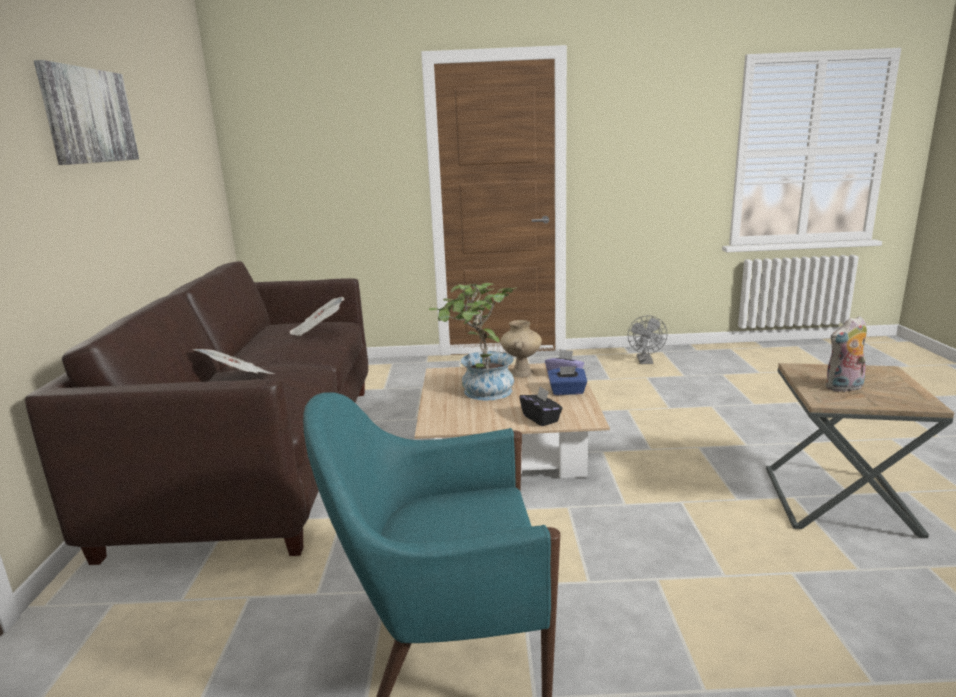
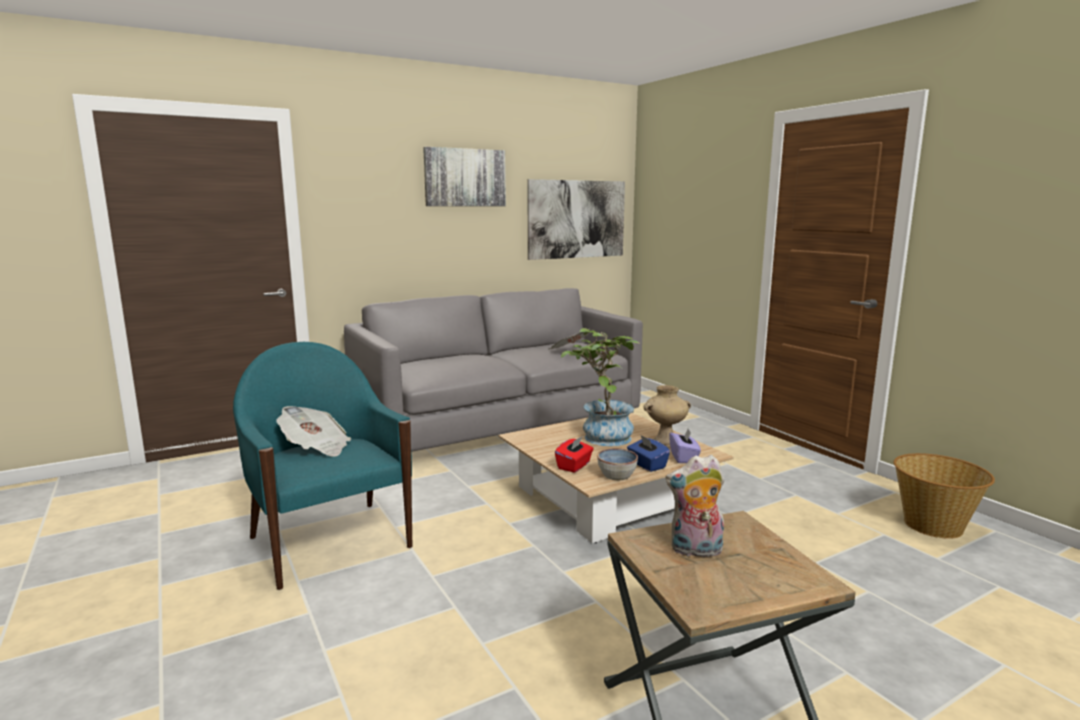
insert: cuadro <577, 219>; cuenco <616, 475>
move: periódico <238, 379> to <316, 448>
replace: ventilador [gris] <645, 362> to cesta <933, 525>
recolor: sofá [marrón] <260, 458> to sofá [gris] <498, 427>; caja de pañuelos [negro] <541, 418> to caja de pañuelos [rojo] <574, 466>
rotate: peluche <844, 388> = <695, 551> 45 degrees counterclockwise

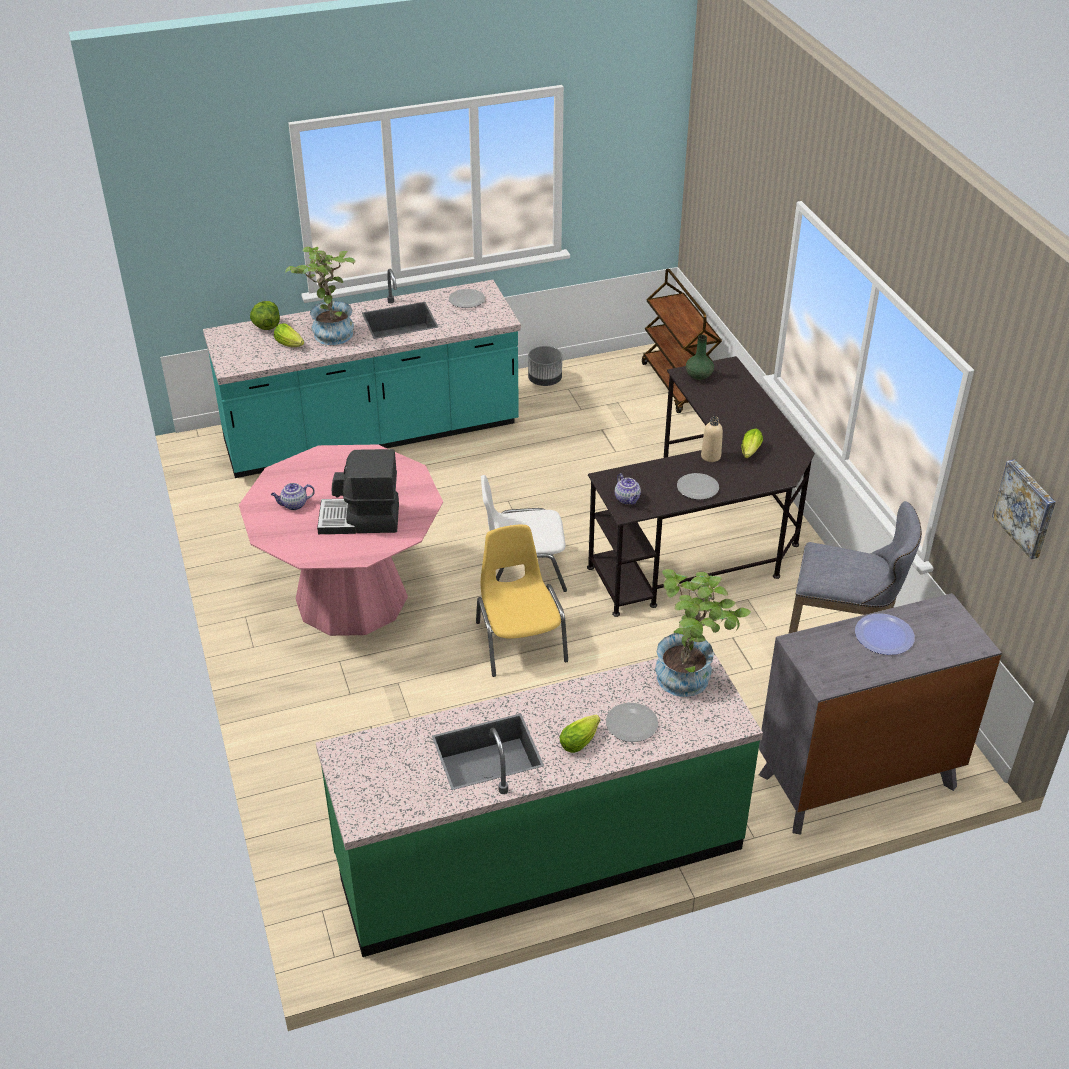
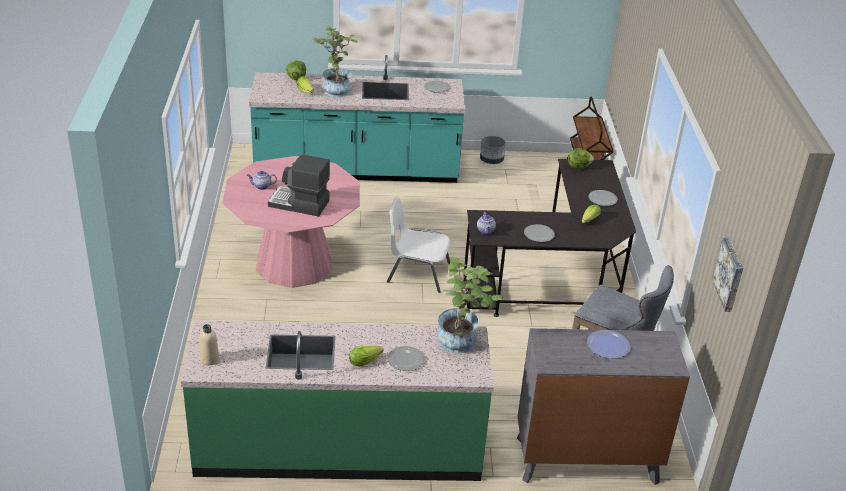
delete: silla [amarillo] <520, 641>
insert: plato <603, 199>
move: botella [beis] <710, 456> to <209, 359>
replace: florero [verde] <698, 375> to lechuga <578, 166>

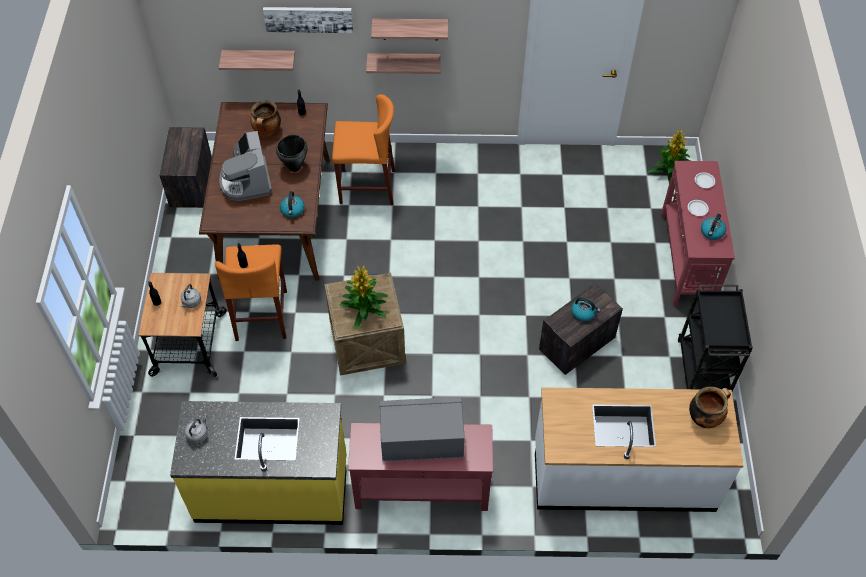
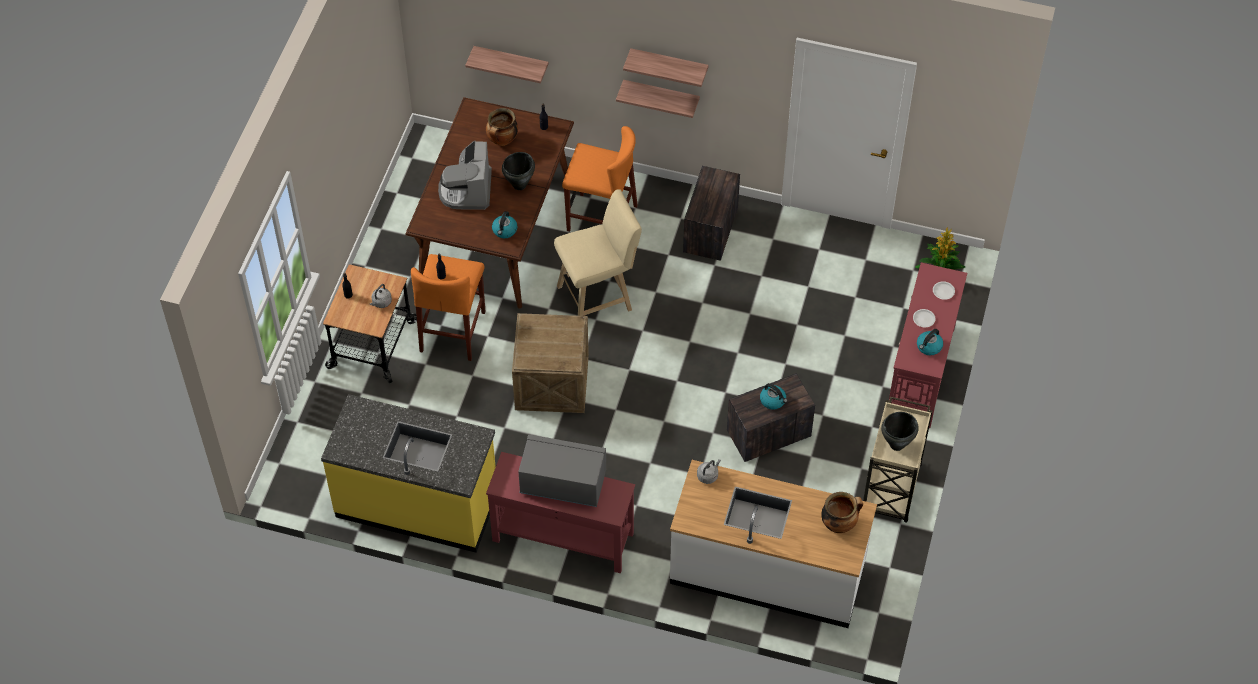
delete: cuadro <308, 18>; planta en maceta <364, 308>
insert: taburete [beis] <598, 297>; olla [negro] <897, 445>
move: caja de embalaje <191, 184> to <710, 230>; hervidor [gris] <198, 434> to <708, 475>
recolor: carrito [negro] <703, 370> to carrito [beis] <891, 490>

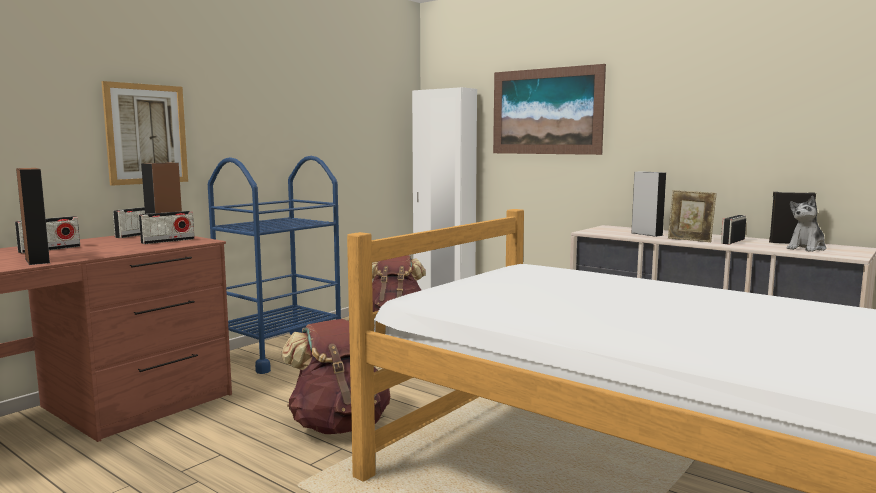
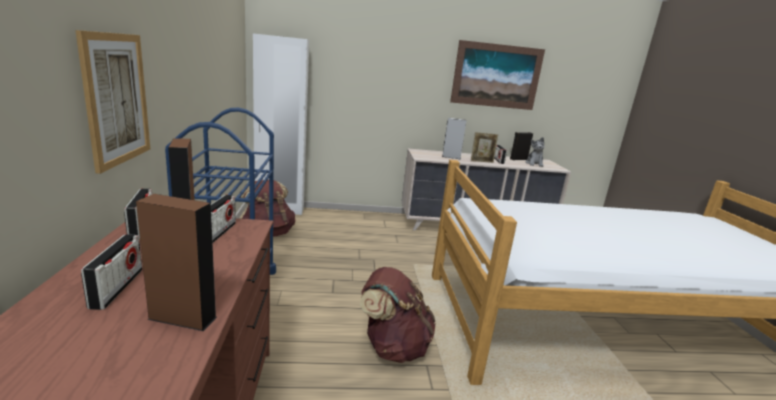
move: cuadro <546, 111> to <496, 76>

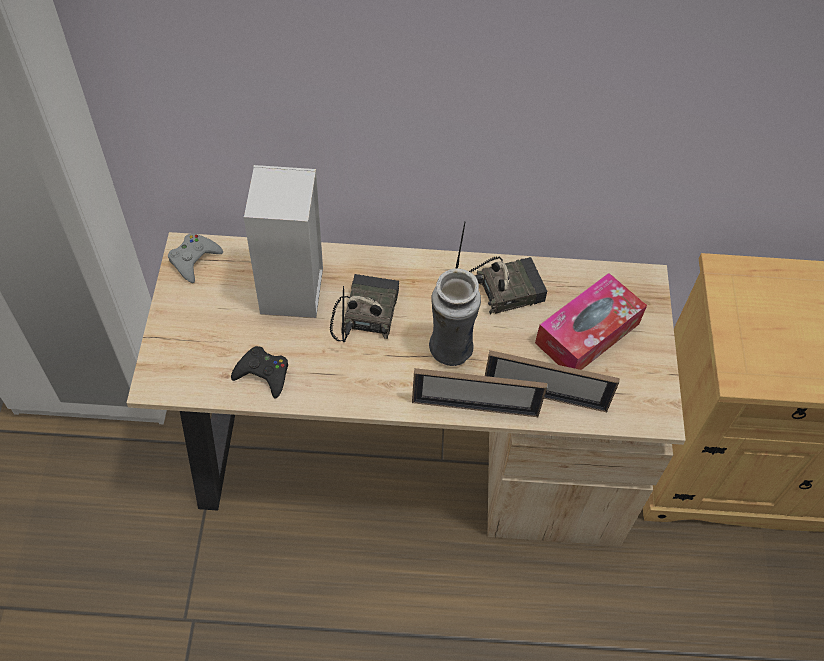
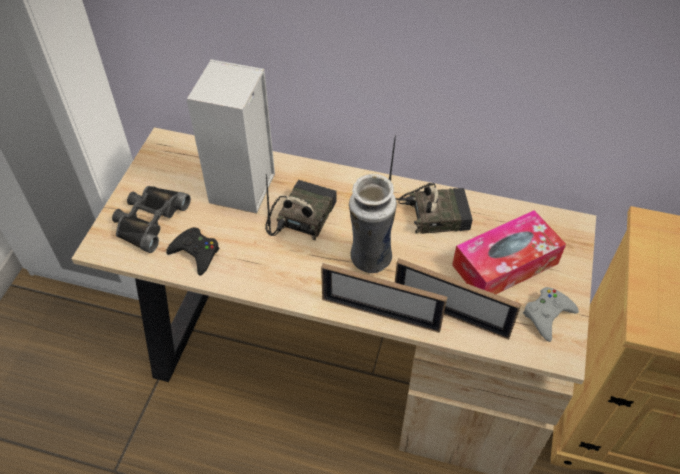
insert: prismáticos [negro] <149, 220>
move: mando de consola [gris] <194, 260> to <547, 315>

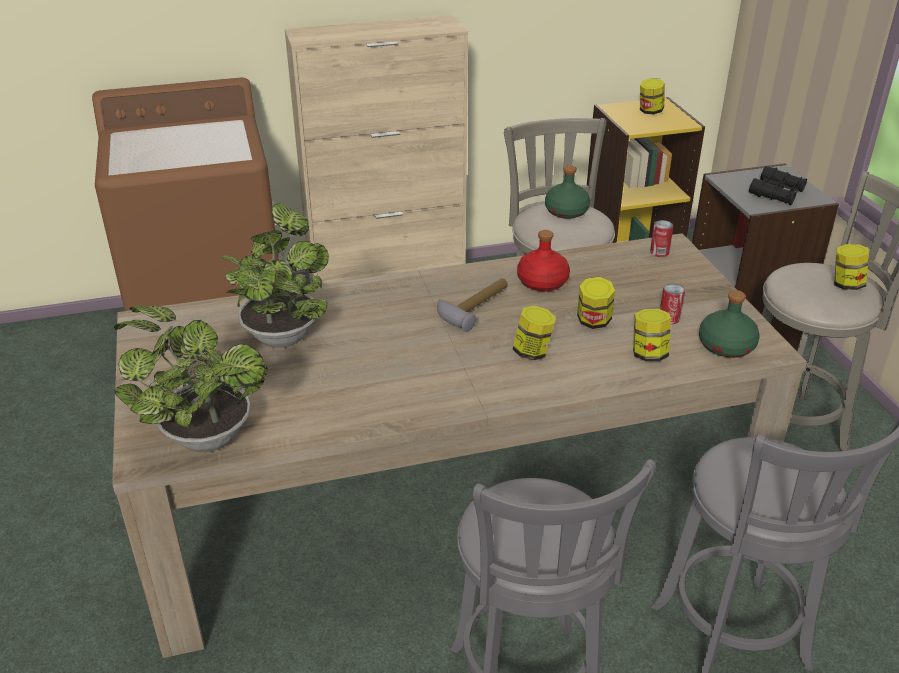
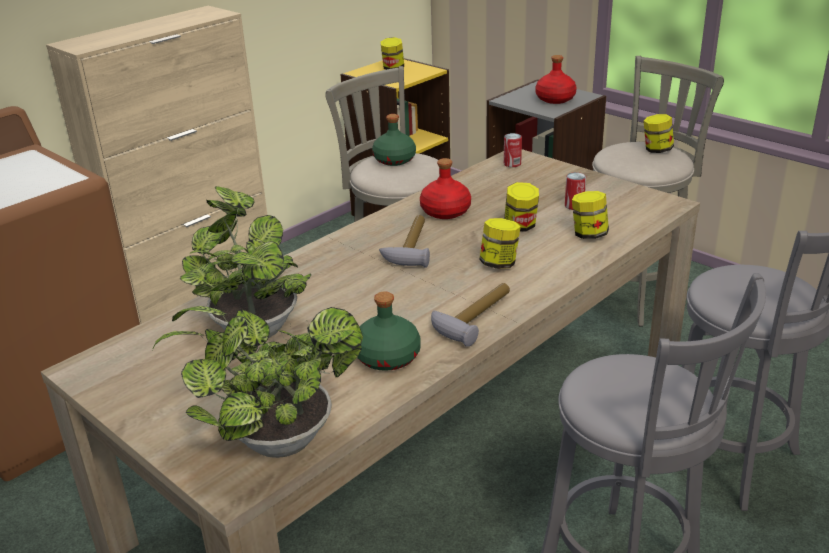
insert: martillo <473, 317>
move: botella [verde] <726, 346> to <388, 357>
replace: prismáticos [negro] <776, 193> to botella [rojo] <555, 99>

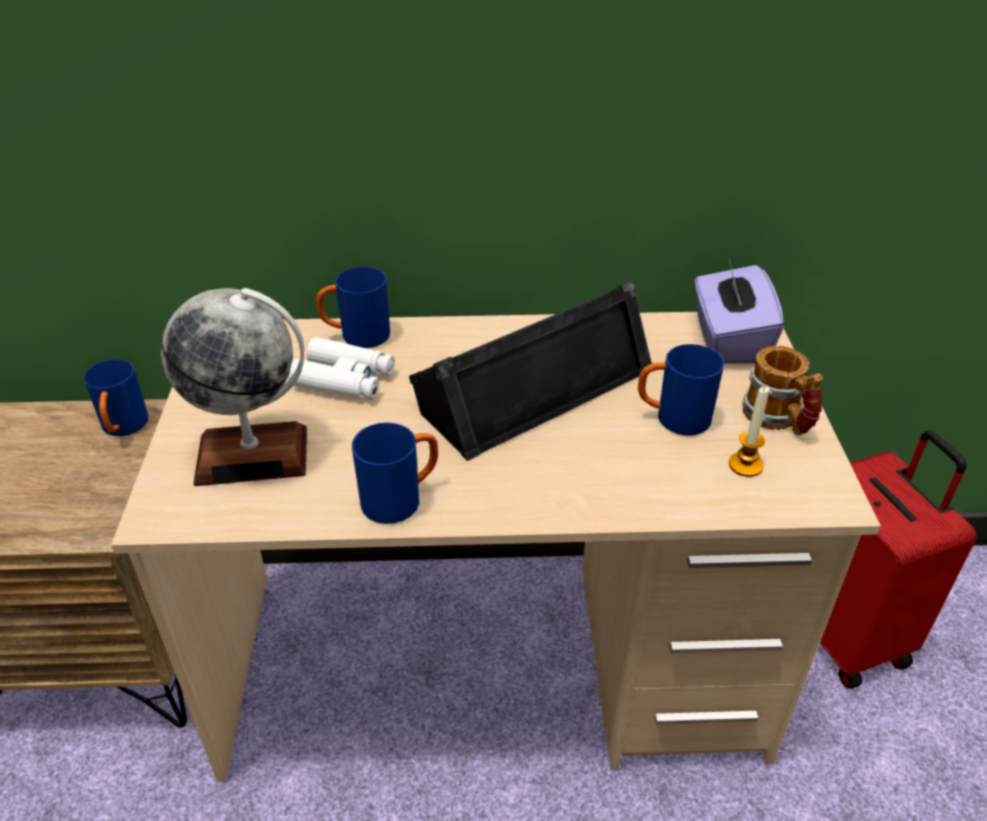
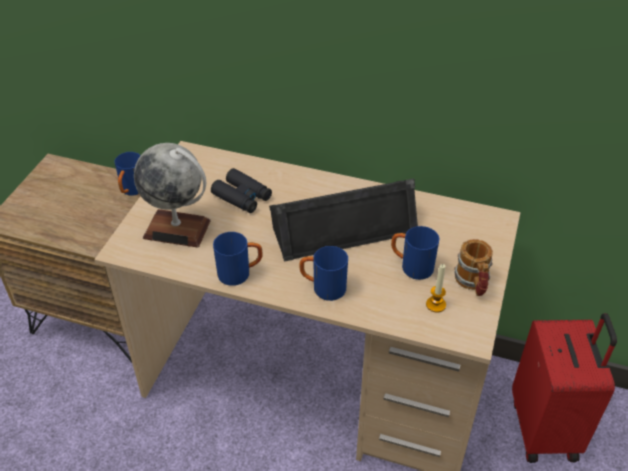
delete: caja de pañuelos [morado] <728, 340>
move: taza grande [azul] <356, 336> to <323, 288>
recolor: prismáticos [blanco] <344, 380> to prismáticos [negro] <242, 196>

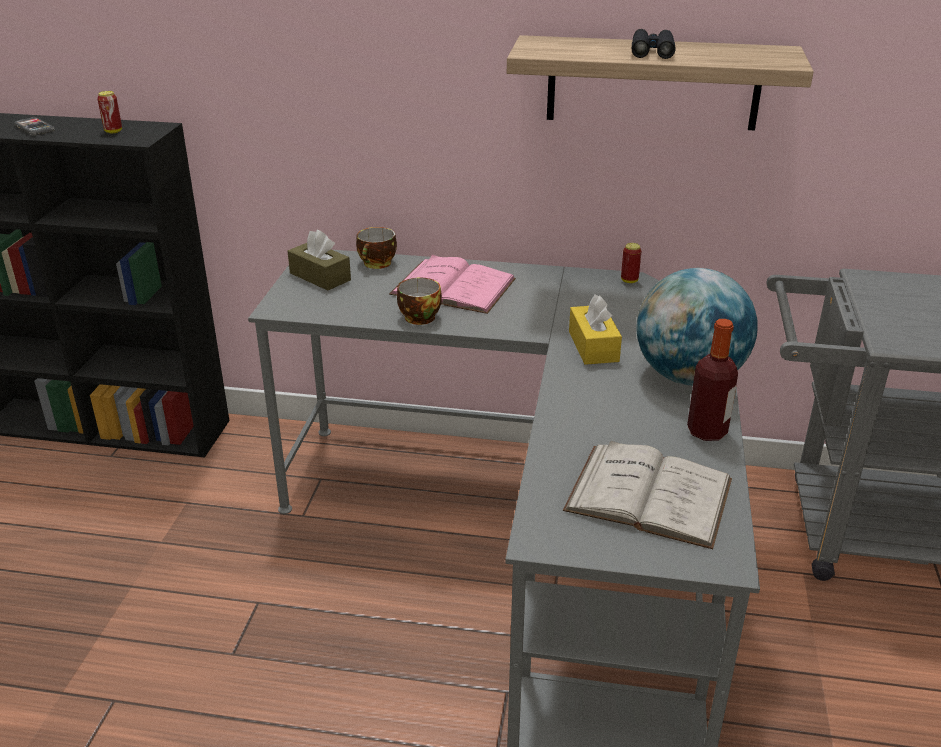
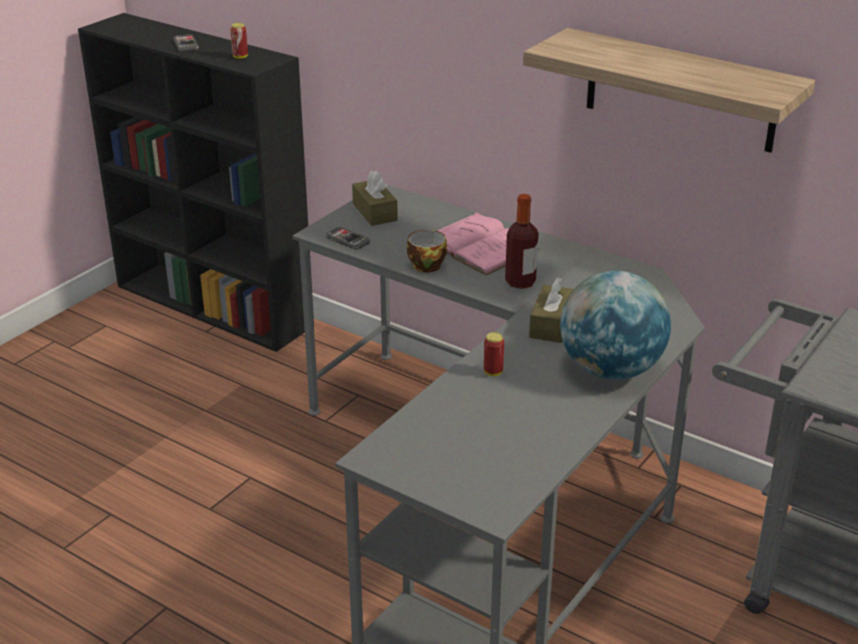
delete: prismáticos [negro] <652, 51>; taza <377, 264>; libro [blanco] <649, 495>
insert: móvil <348, 240>
move: lata <629, 280> to <493, 372>; botella <707, 431> to <520, 282>
recolor: caja de pañuelos [amarillo] <593, 346> to caja de pañuelos [marrón] <551, 324>

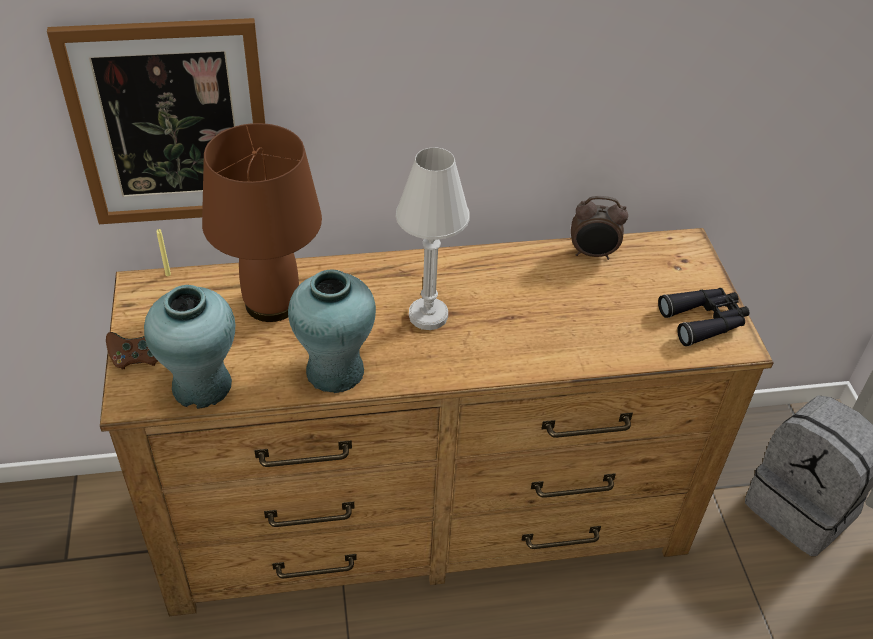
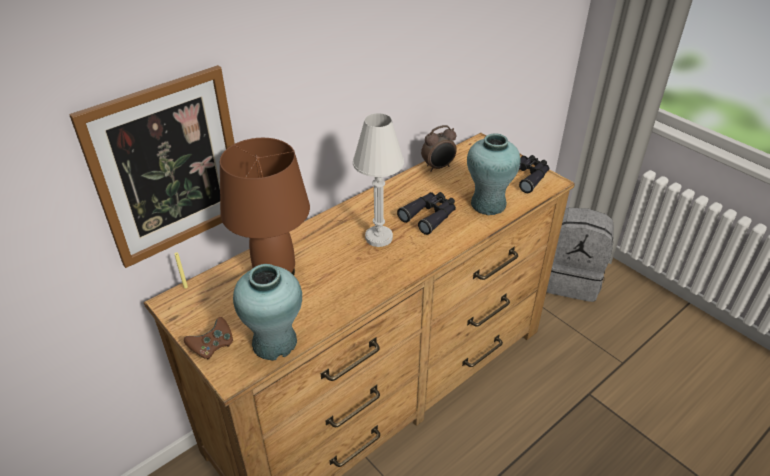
insert: prismáticos [negro] <430, 216>
move: florero [turquesa] <334, 371> to <488, 204>

